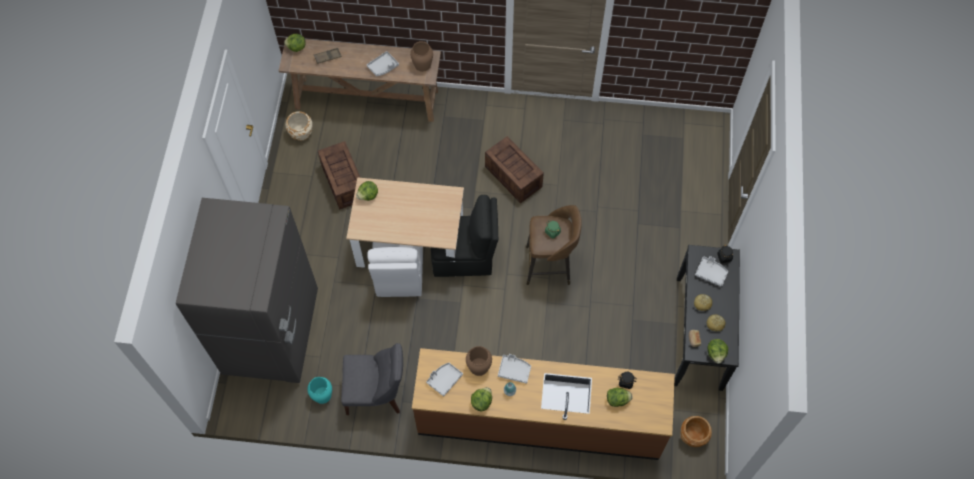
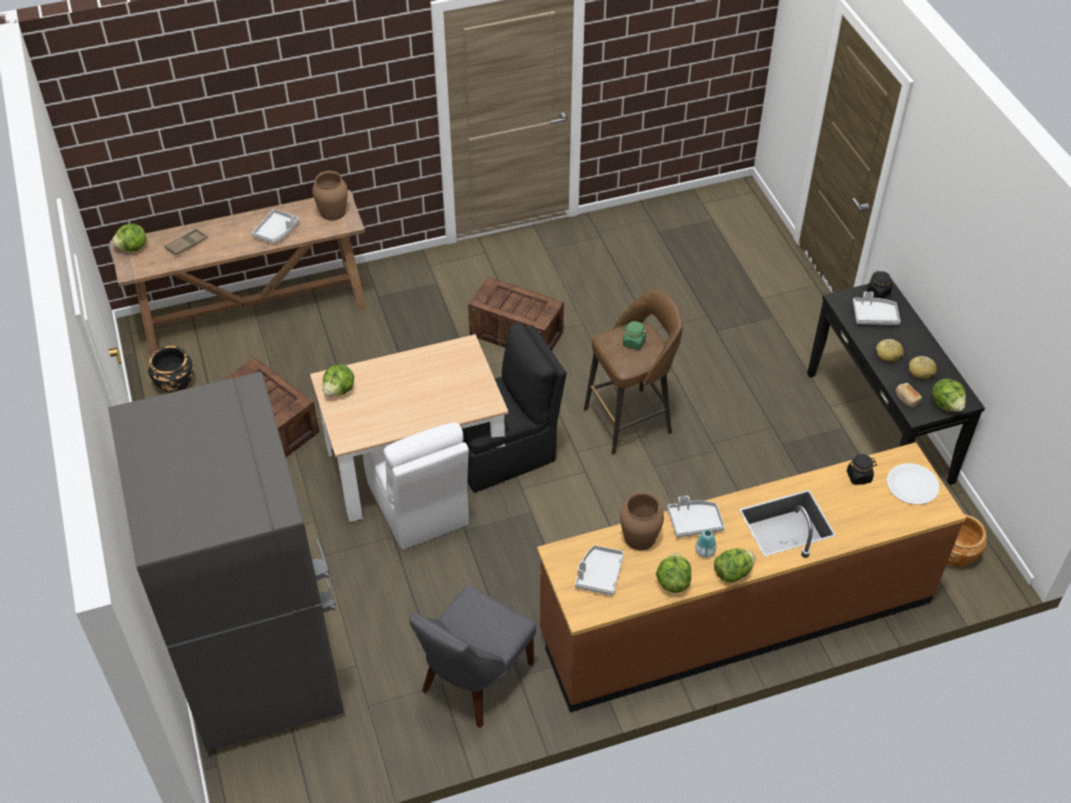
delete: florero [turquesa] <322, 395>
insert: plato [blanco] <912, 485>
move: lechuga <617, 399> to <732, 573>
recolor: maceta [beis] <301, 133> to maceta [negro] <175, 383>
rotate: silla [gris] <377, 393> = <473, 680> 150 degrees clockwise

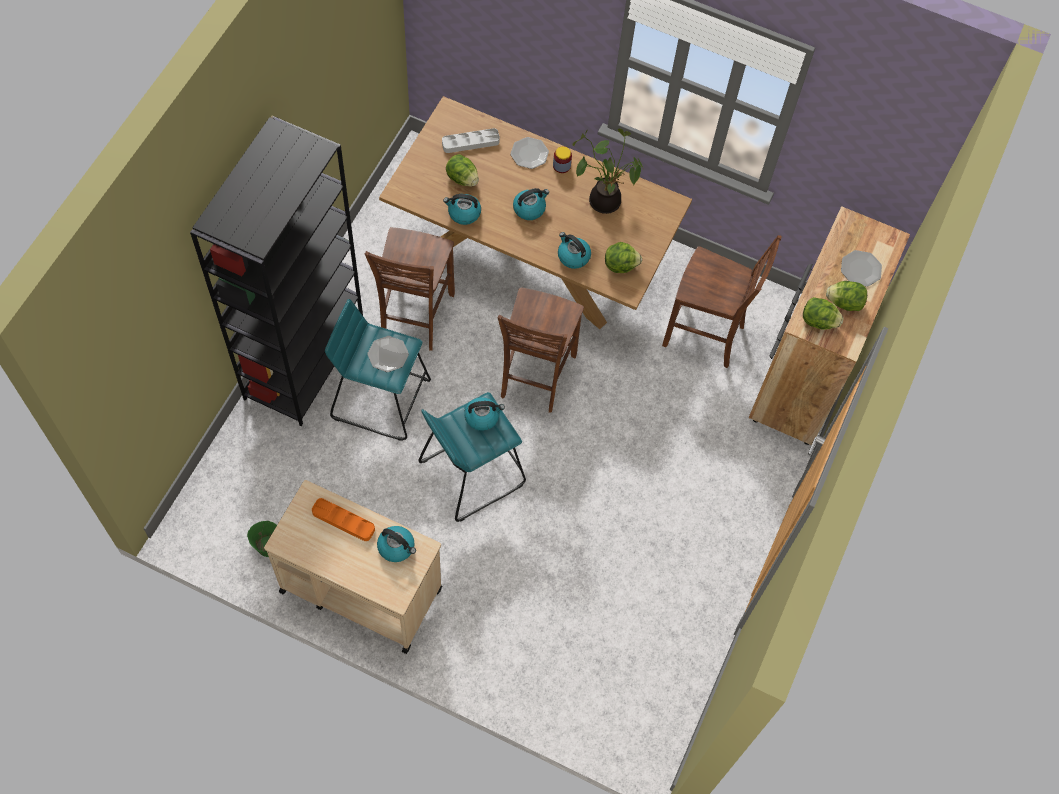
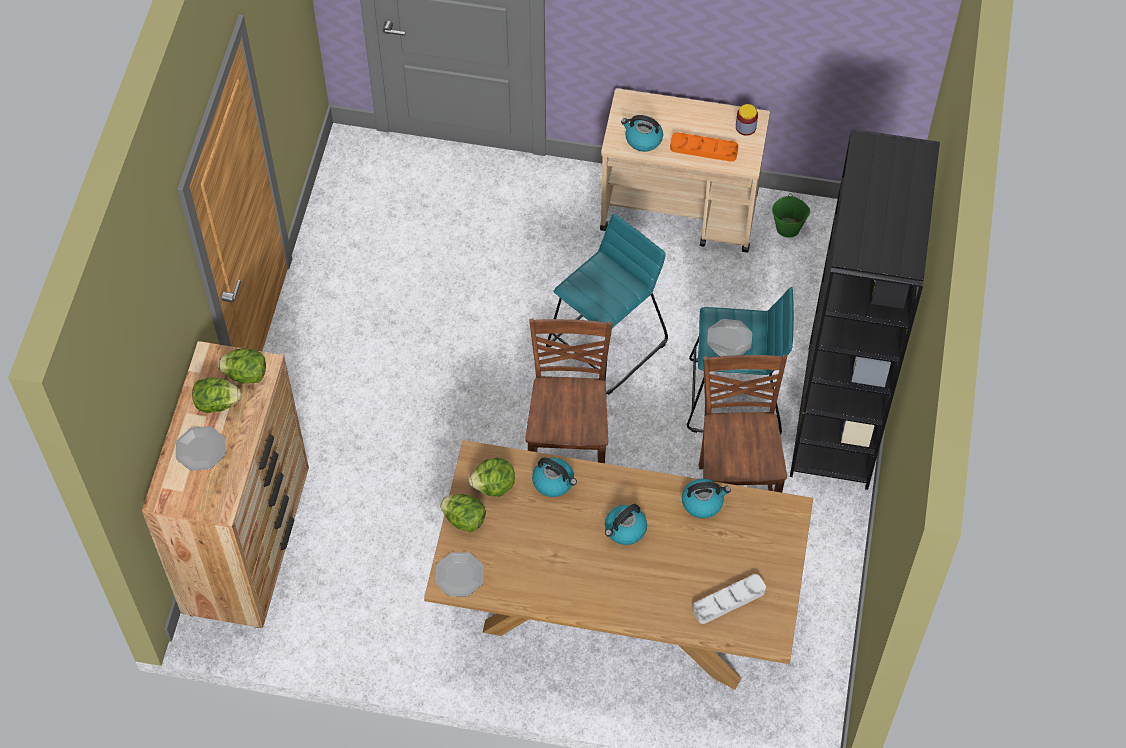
delete: planta en maceta <604, 199>; silla [marrón] <705, 336>; hervidor <482, 417>
move: plato <529, 153> to <459, 575>; tarro <561, 166> to <745, 127>; lechuga <462, 178> to <464, 519>

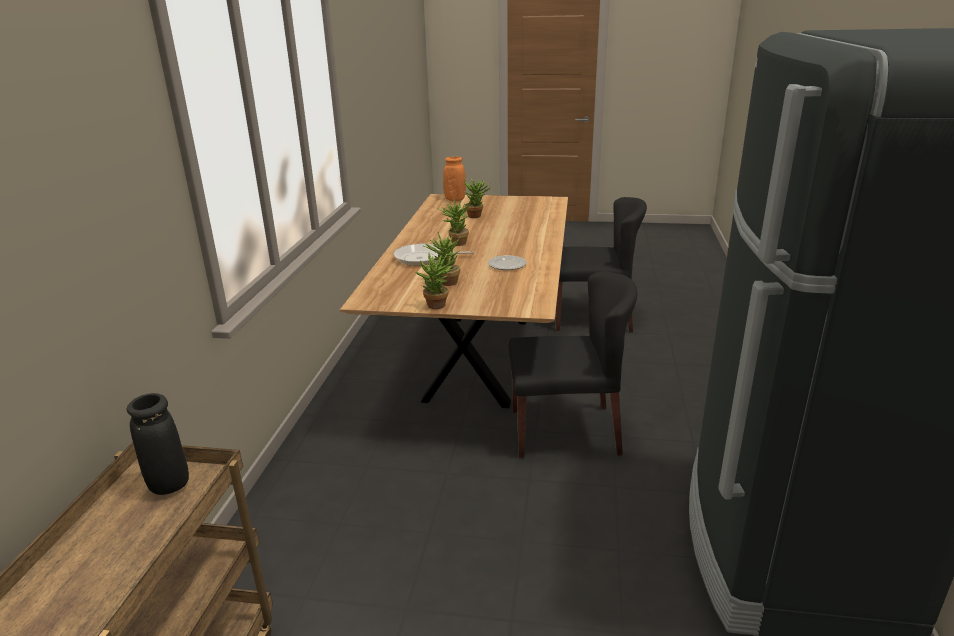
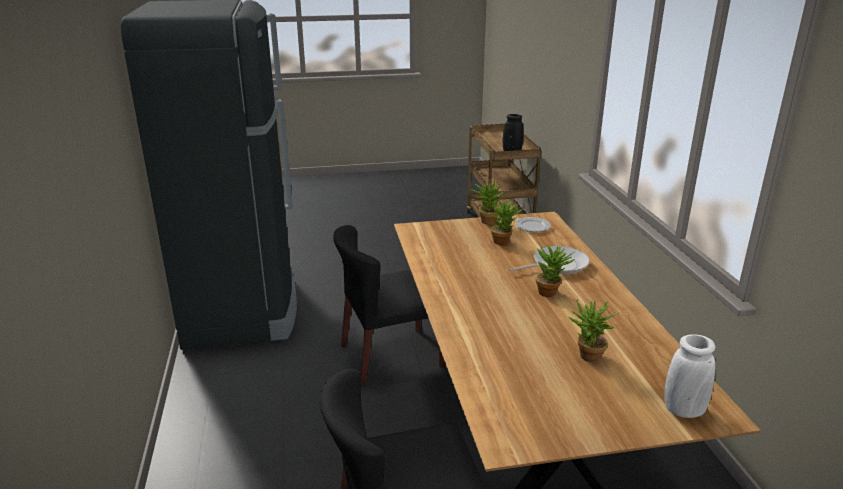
move: plato <507, 265> to <532, 226>
recolor: florero [naranja] <455, 199> to florero [blanco] <683, 410>

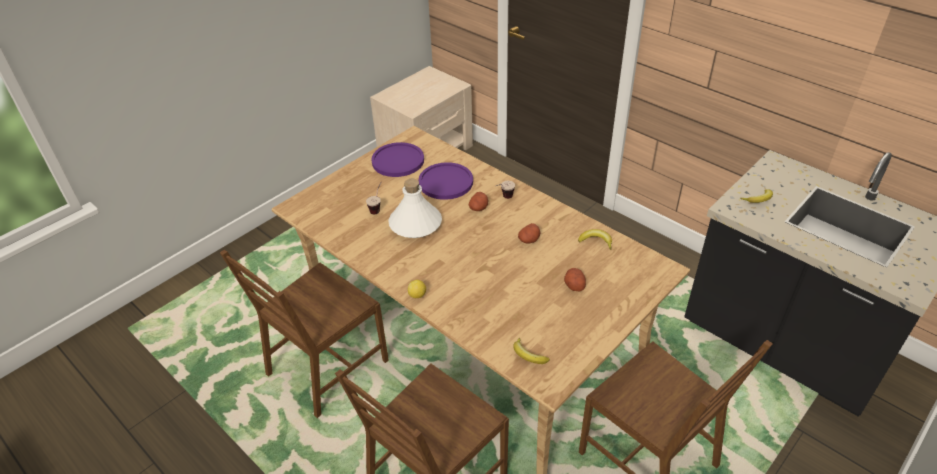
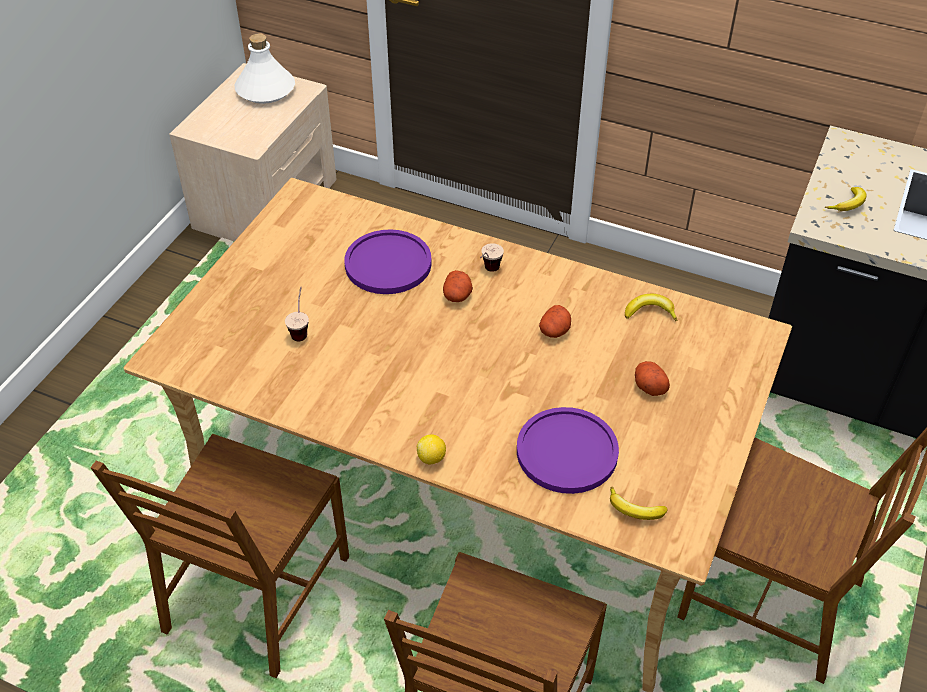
move: plato [morado] <398, 161> to <567, 452>; botella [blanco] <416, 224> to <266, 89>

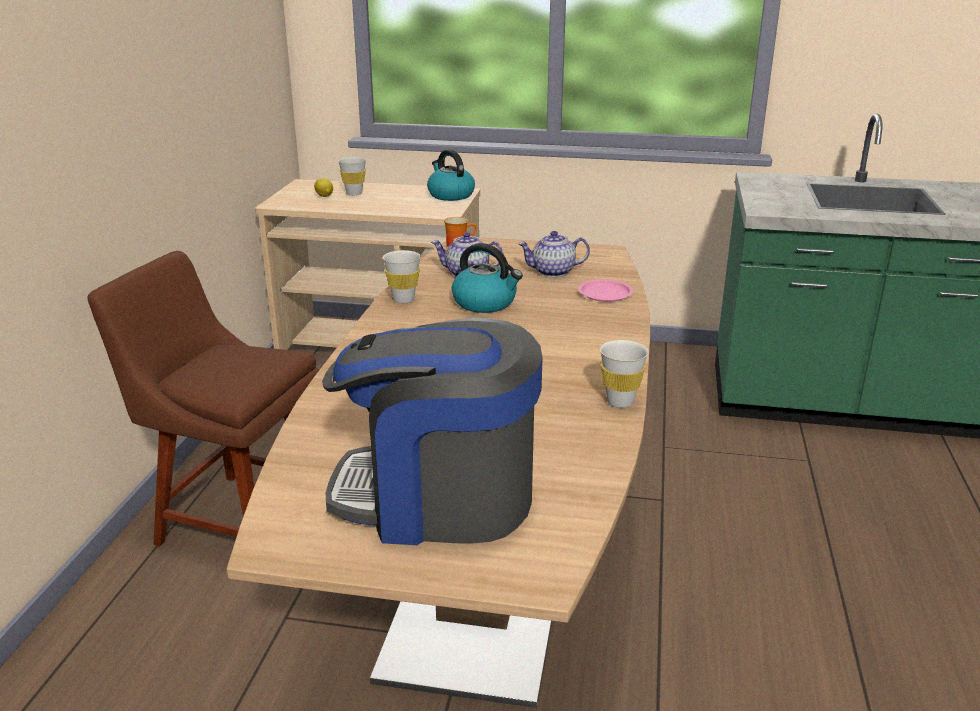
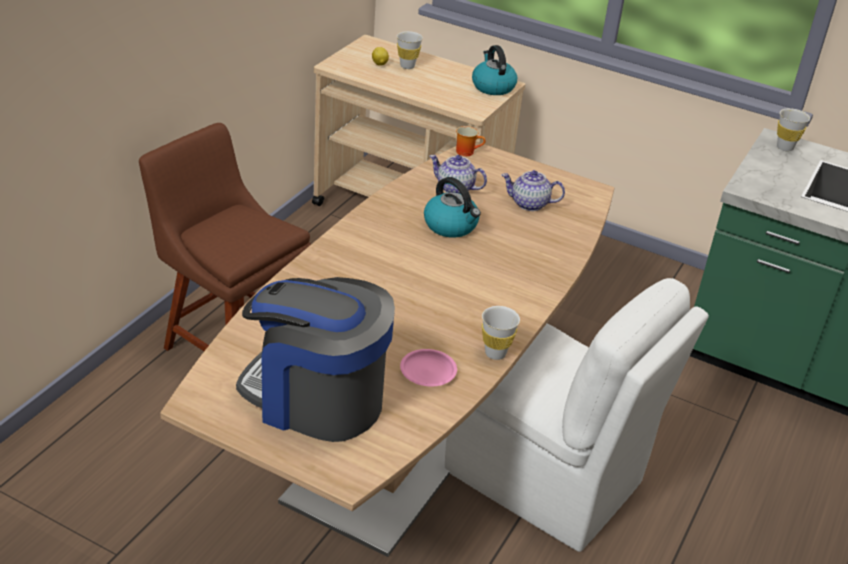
insert: silla [blanco] <547, 479>
move: taza [blanco] <403, 300> to <784, 147>; plato [rosa] <605, 294> to <428, 372>

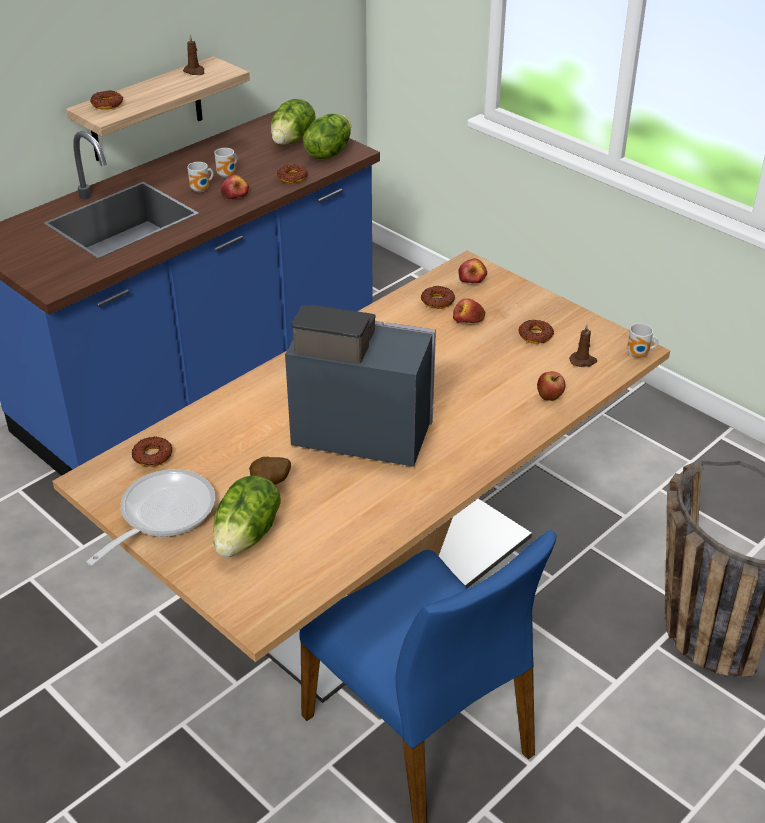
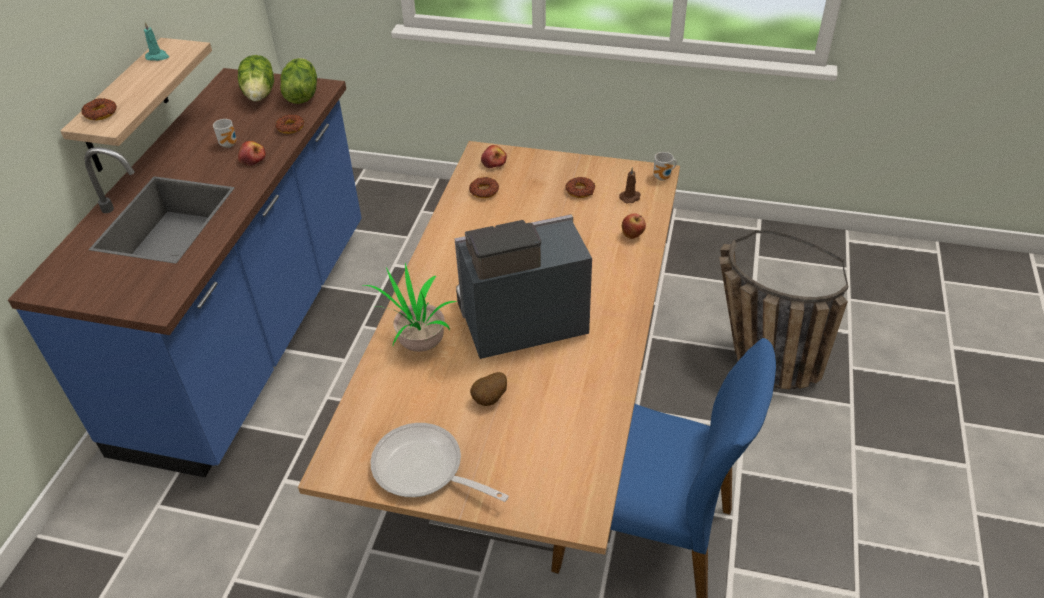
delete: taza grande <201, 190>; manzana <468, 320>; rosquilla <152, 456>; lechuga <248, 535>
insert: planta en maceta <418, 344>
recolor: vela [marrón] <194, 71> to vela [turquesa] <158, 57>
rotate: sartén <161, 515> = <424, 470> 60 degrees counterclockwise

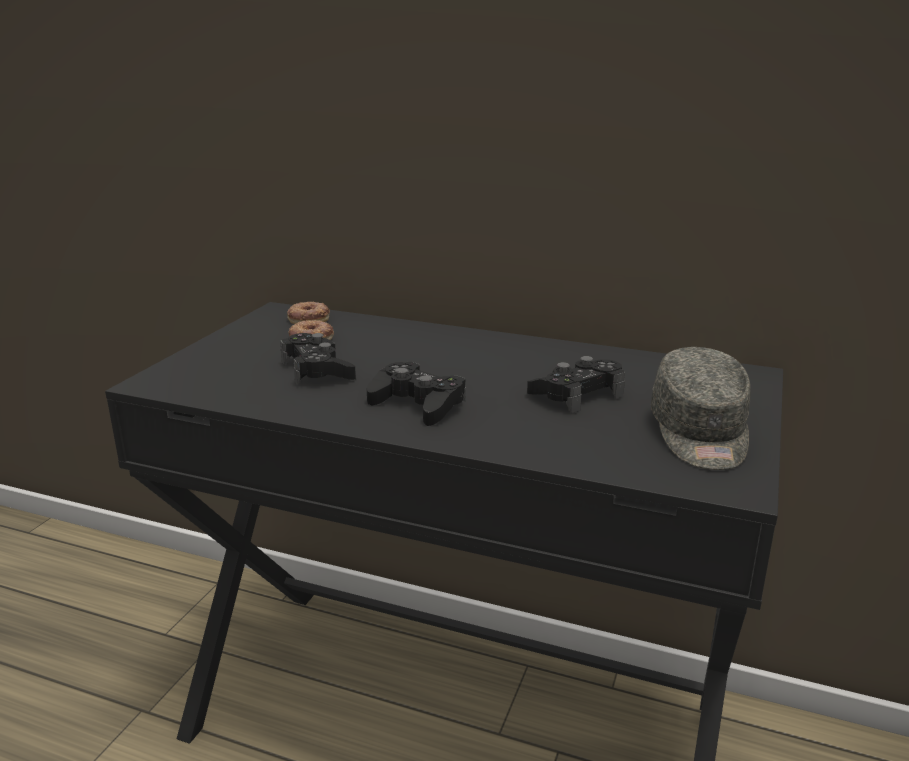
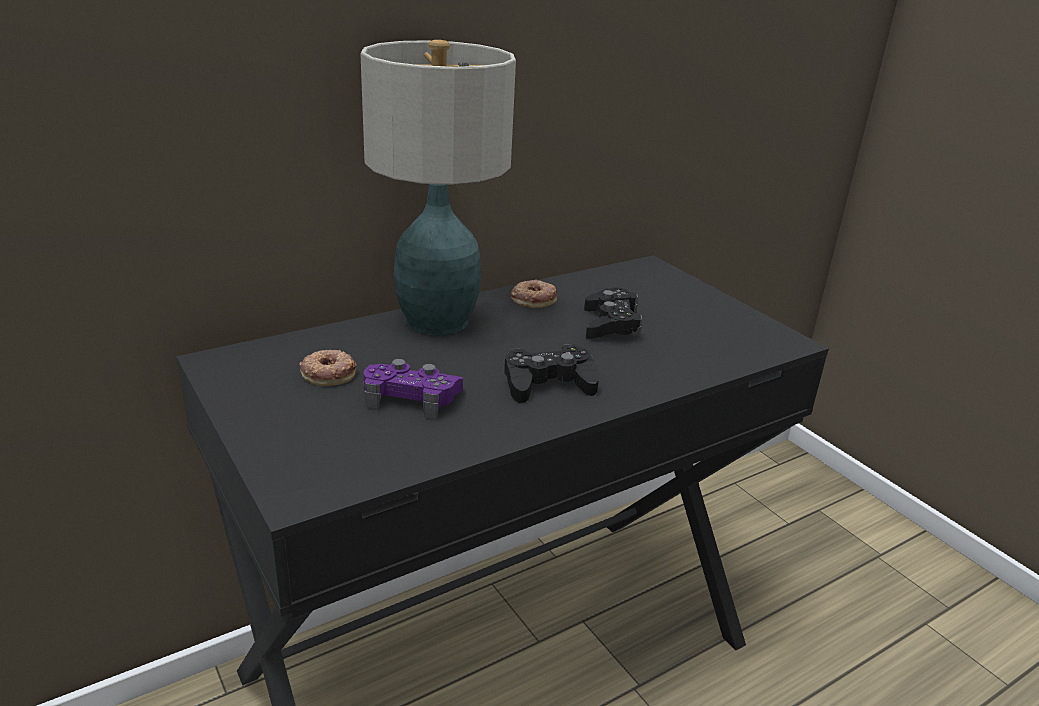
delete: gorra [gris] <700, 434>
insert: lámpara de mesa <438, 320>
move: rosquilla <309, 319> to <533, 299>
recolor: mando de consola [negro] <317, 370> to mando de consola [morado] <412, 397>

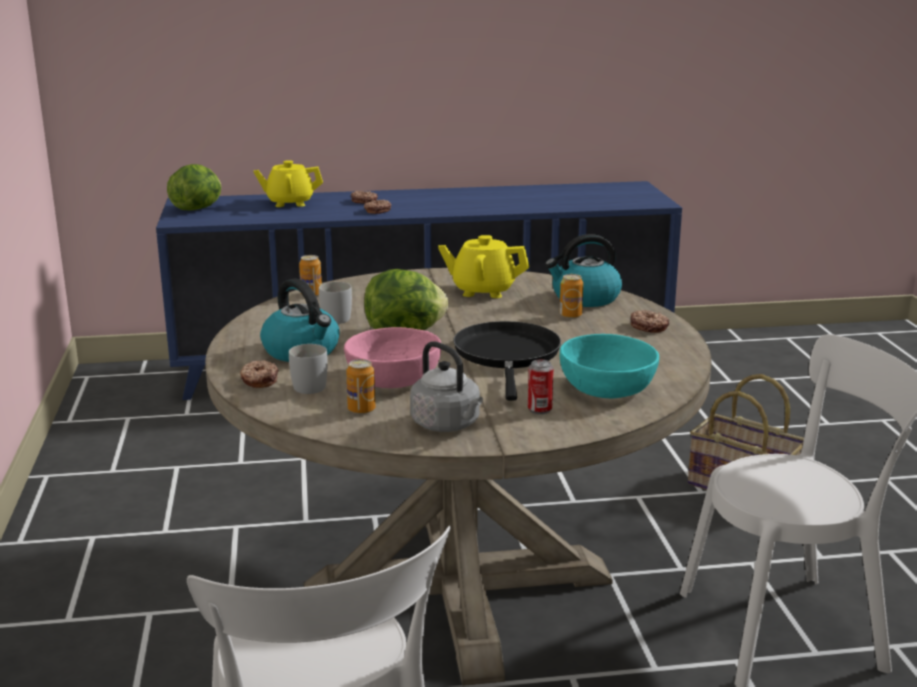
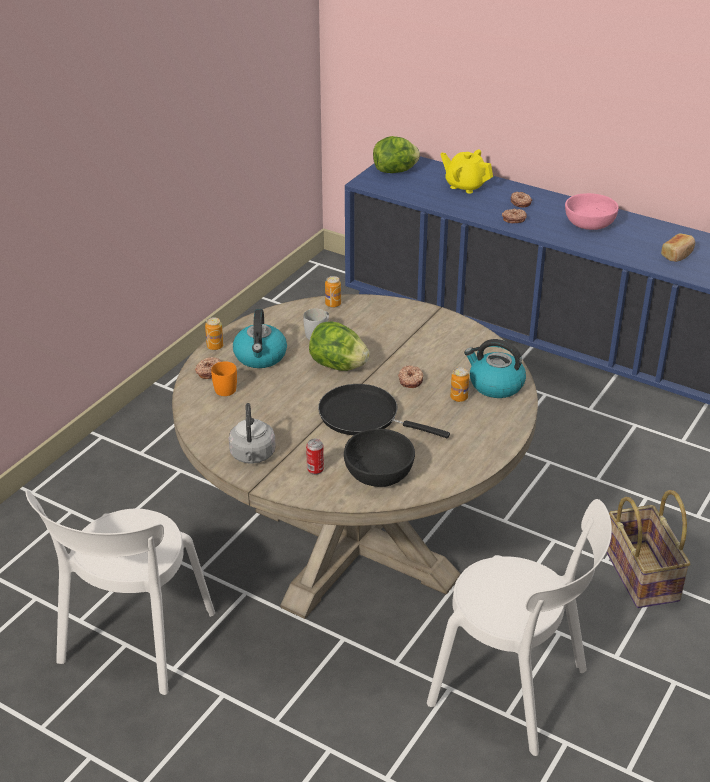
delete: tetera [amarillo] <483, 291>
insert: pan <678, 254>
move: rosquilla <649, 327> to <411, 380>; cuenco [rosa] <392, 379> to <589, 223>; lata <361, 410> to <215, 346>
recolor: cuenco [turquesa] <608, 388> to cuenco [negro] <379, 473>; taza grande [blanco] <305, 385> to taza grande [naranja] <226, 387>
rotate: sartén [negro] <507, 356> = <364, 416> 105 degrees counterclockwise

